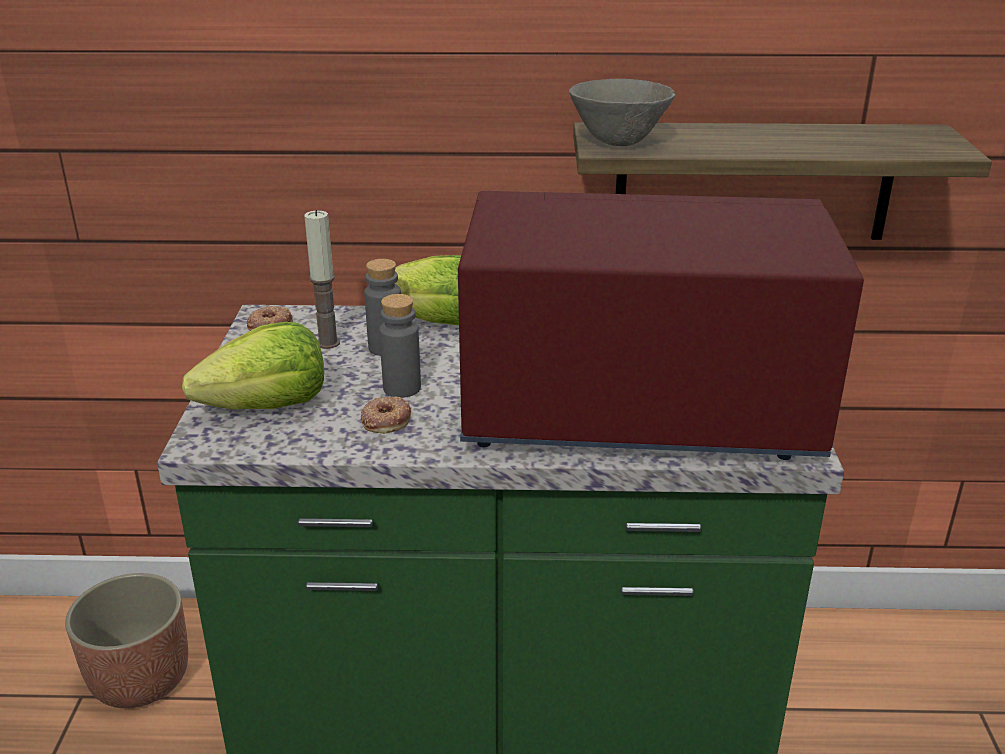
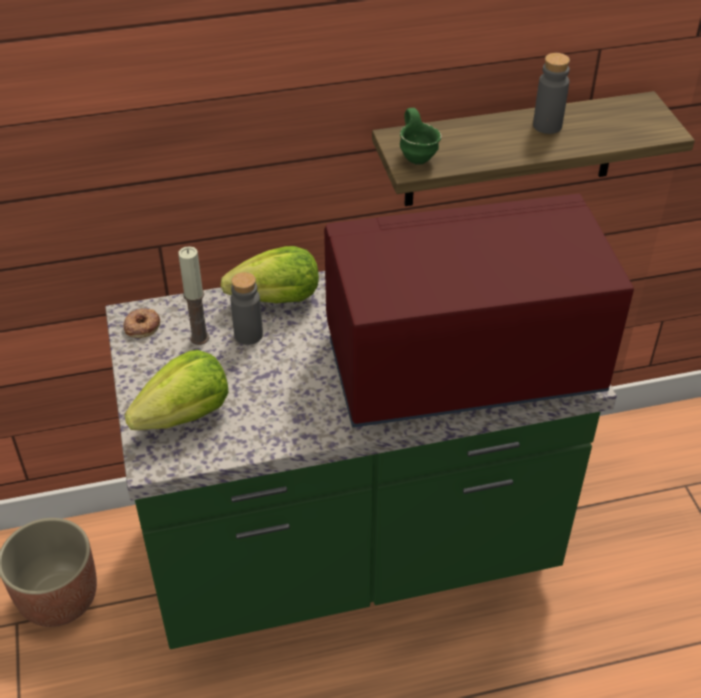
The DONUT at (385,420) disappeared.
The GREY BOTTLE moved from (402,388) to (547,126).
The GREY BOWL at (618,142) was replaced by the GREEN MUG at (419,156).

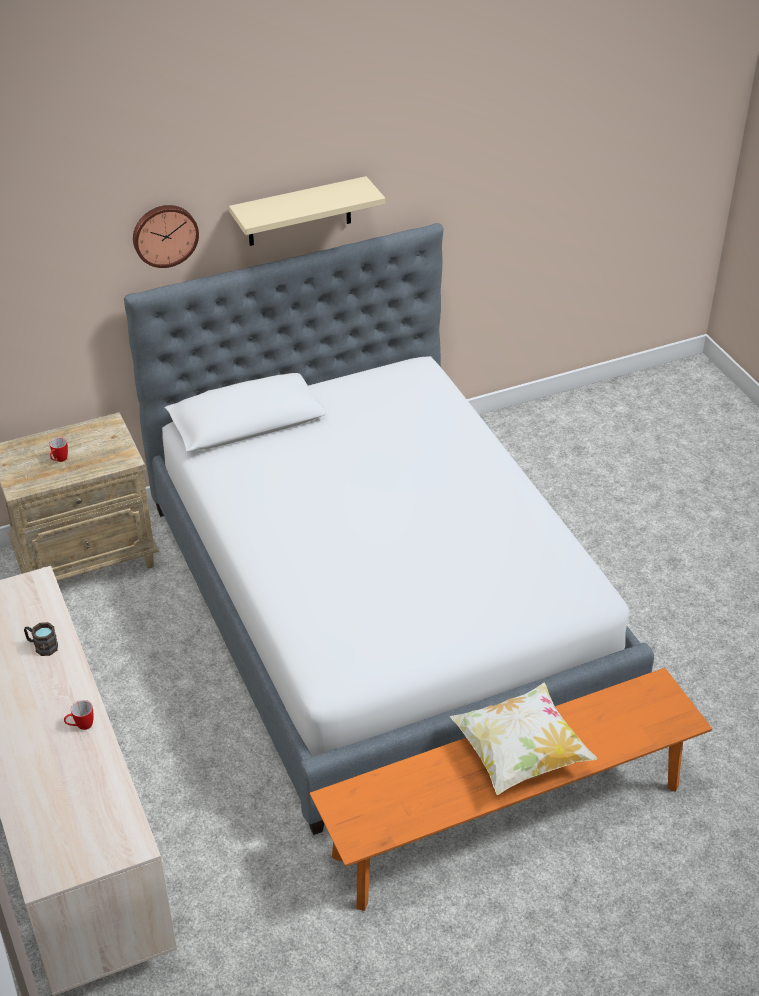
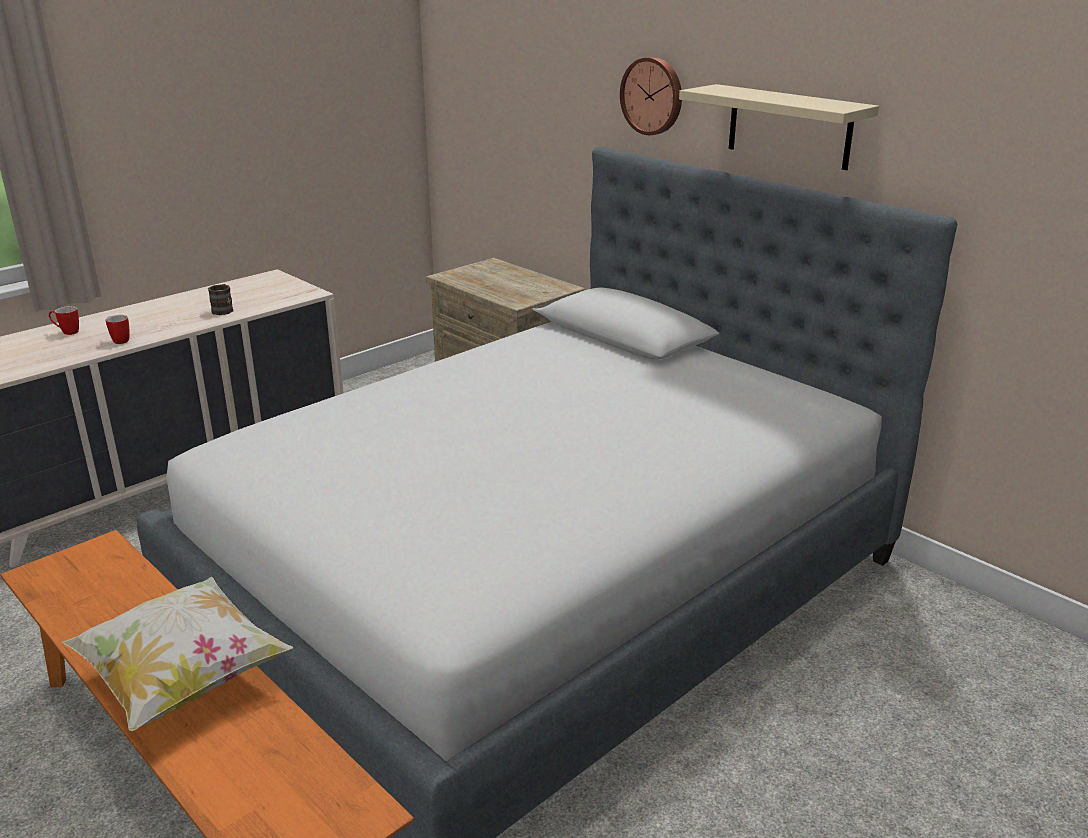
The MUG moved from (59,460) to (67,332).

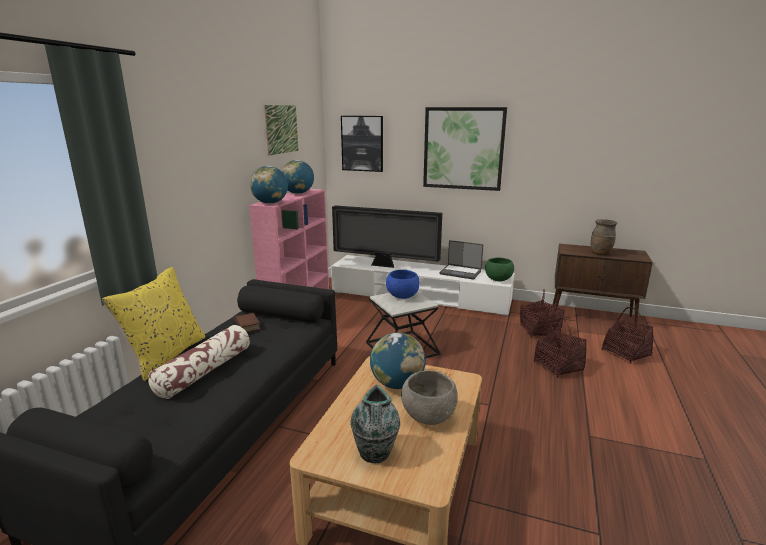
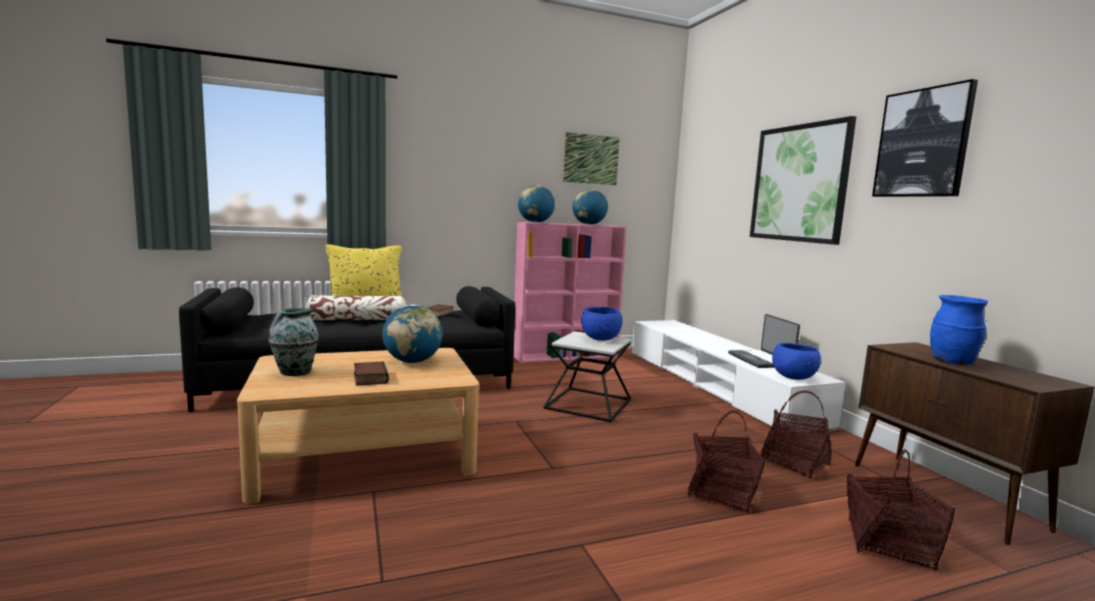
The TELEVISION at (385,265) disappeared.
The PICTURE moved from (362,143) to (923,143).
The GREY BOWL at (428,417) was replaced by the BOOK at (369,378).
The GREEN BOWL at (498,279) became the BLUE BOWL at (794,378).
The BROWN VASE at (600,254) became the BLUE VASE at (952,362).

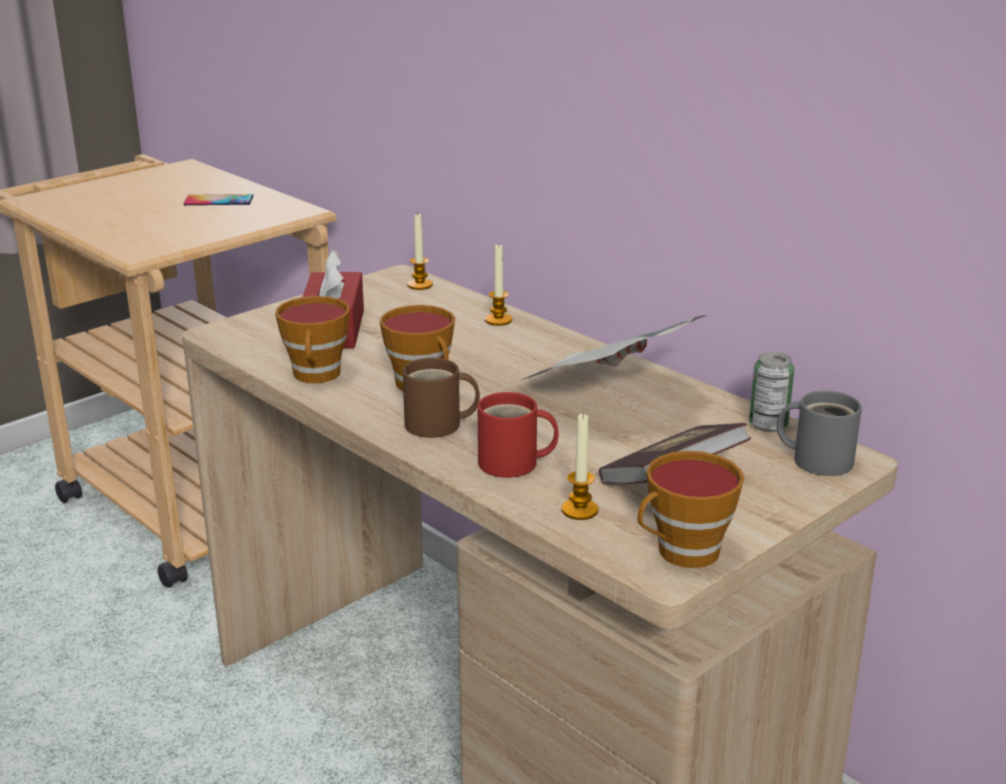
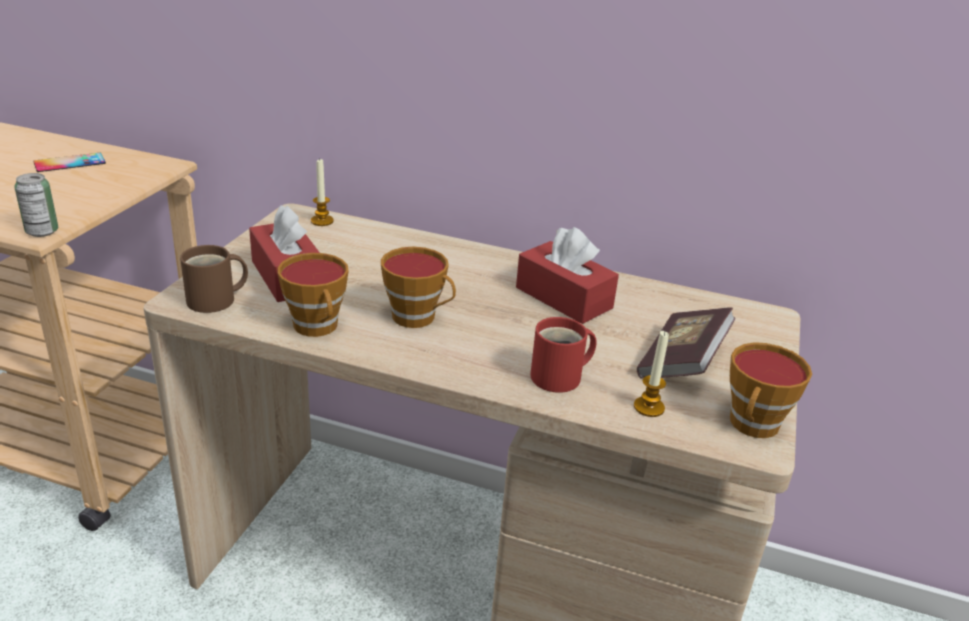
The BROWN MUG moved from (438,425) to (216,300).
The CANDLE at (498,320) disappeared.
The NEWSPAPER at (604,395) was replaced by the RED TISSUE BOX at (563,298).
The CAN moved from (768,425) to (42,231).
The GREY MUG at (817,459) disappeared.

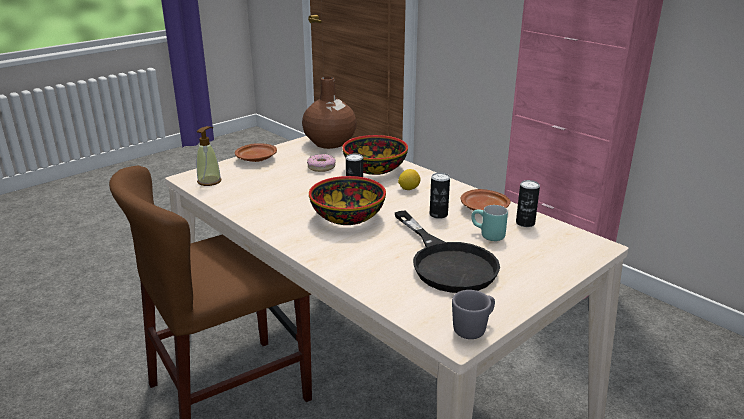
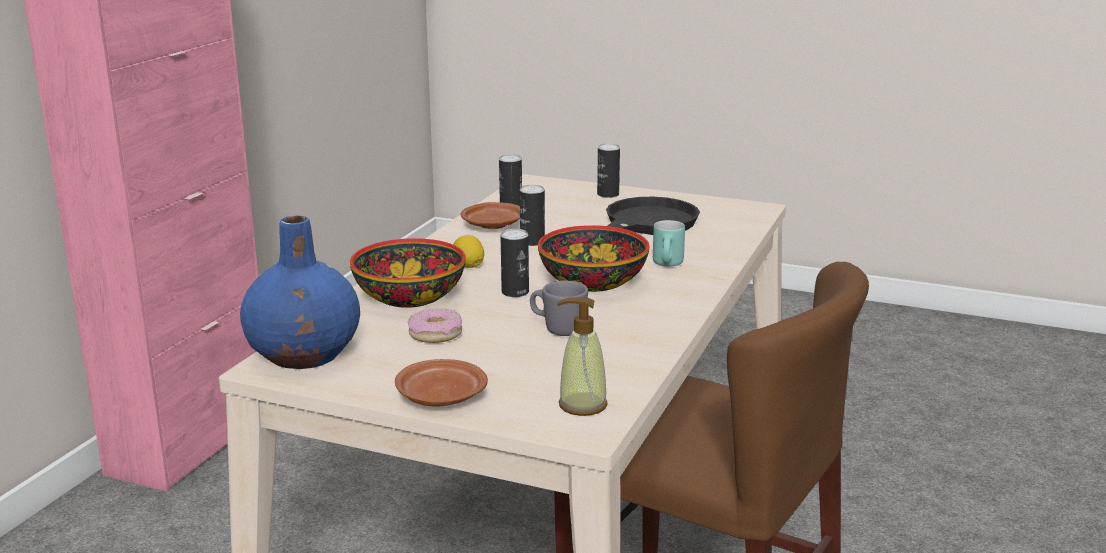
The BROWN VASE at (329,143) became the BLUE VASE at (305,354).
The GREY MUG moved from (473,329) to (557,329).
The TURQUOISE MUG moved from (487,236) to (669,265).
The CAN at (608,194) appeared.

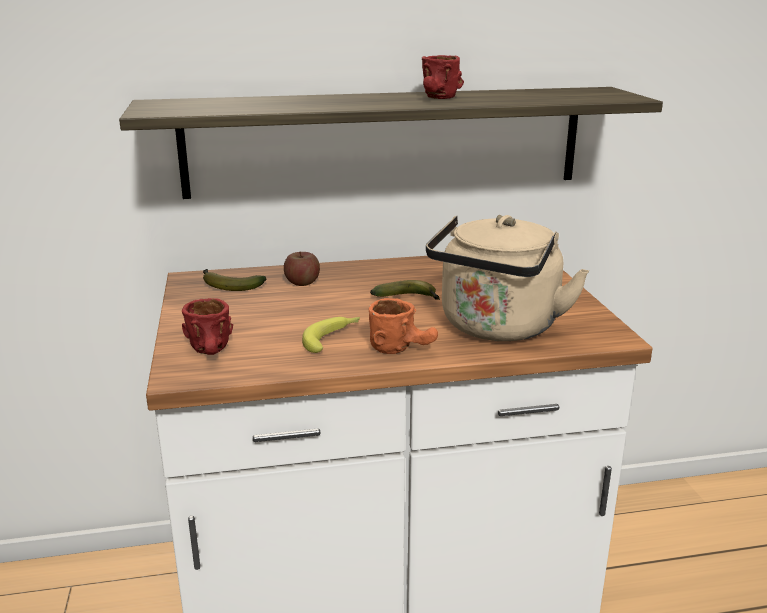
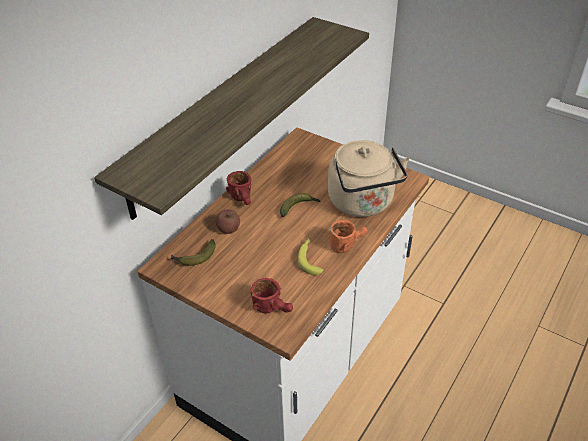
The RED MUG moved from (438,98) to (244,199).

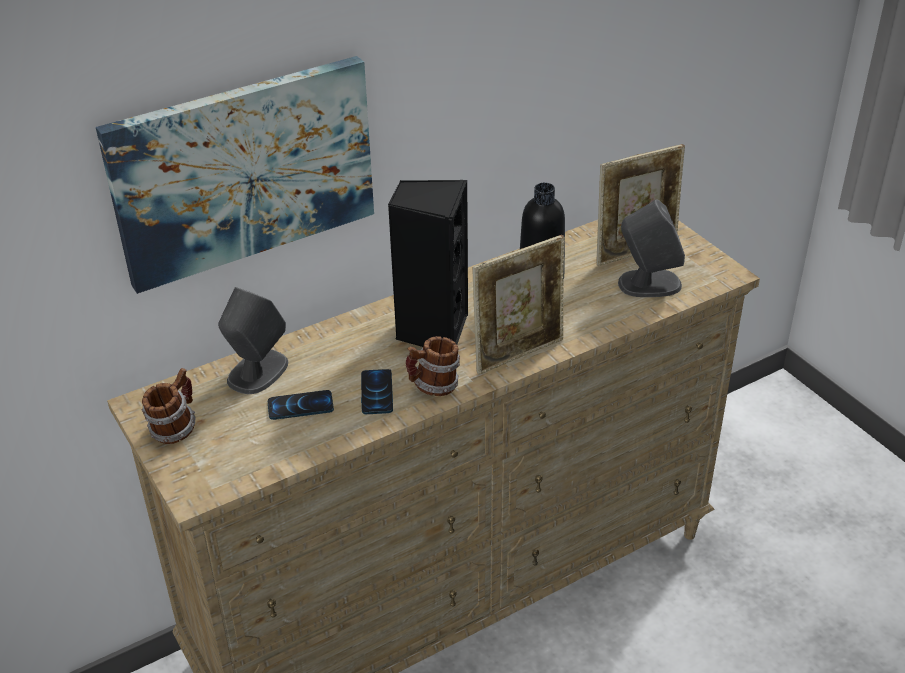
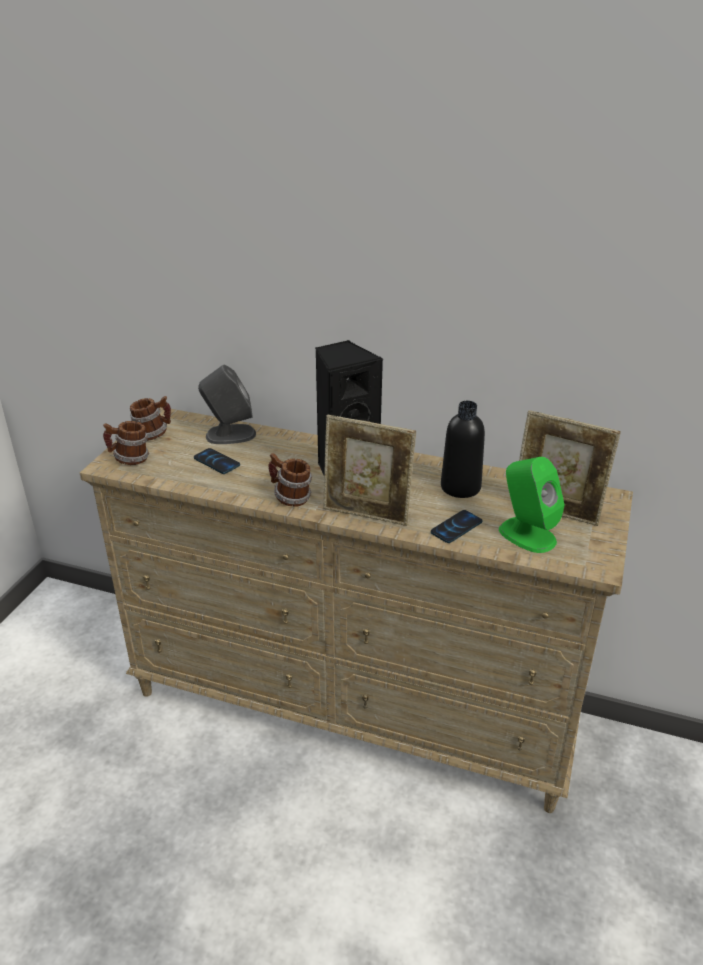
The PICTURE at (243,171) disappeared.
The PHONE moved from (376,393) to (456,527).
The GREY SPEAKER at (648,284) became the GREEN SPEAKER at (526,535).
The MUG at (130,460) appeared.

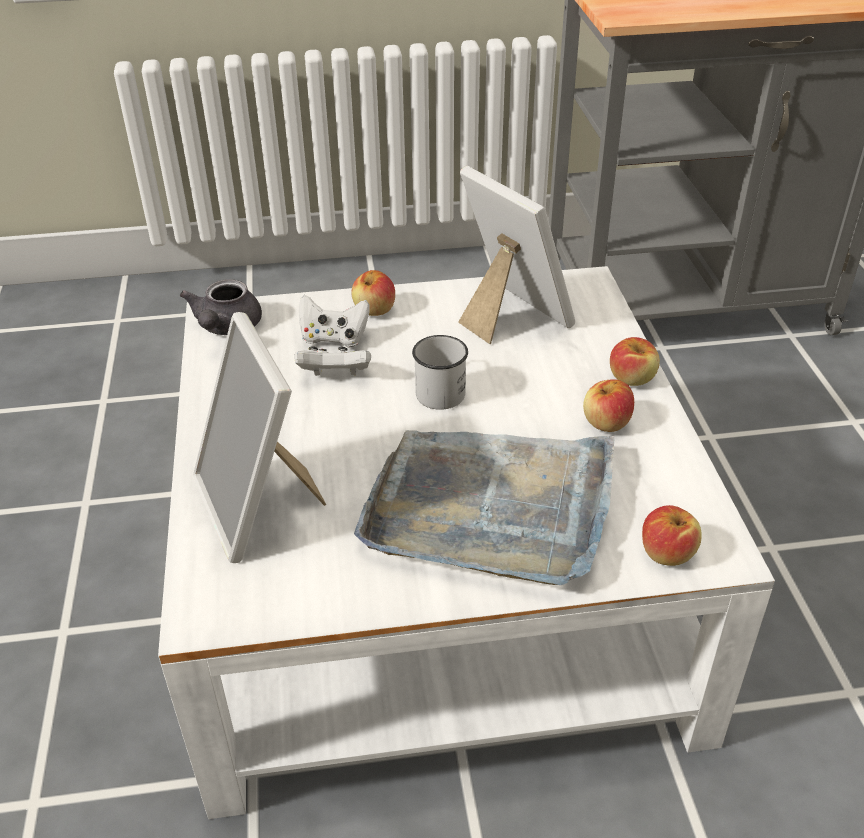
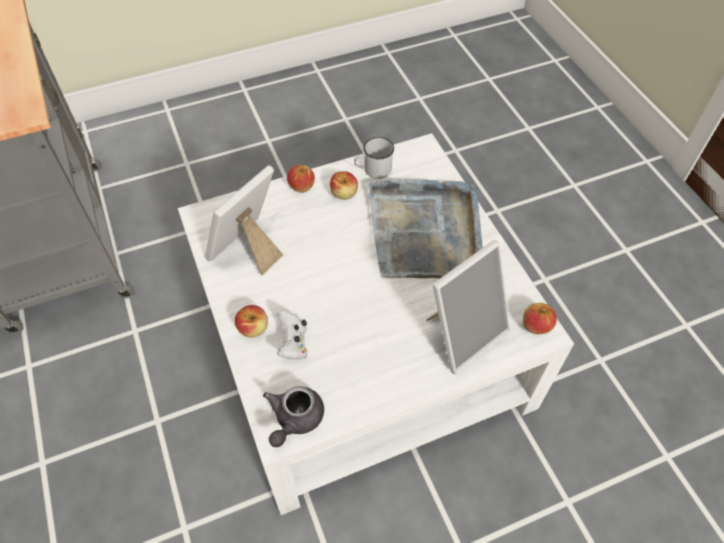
The GREY TEAPOT at (226,328) turned 120 degrees clockwise.
The WHITE GAME CONTROLLER at (335,376) disappeared.
The WHITE MUG moved from (439,389) to (373,170).
The APPLE moved from (667,552) to (536,325).

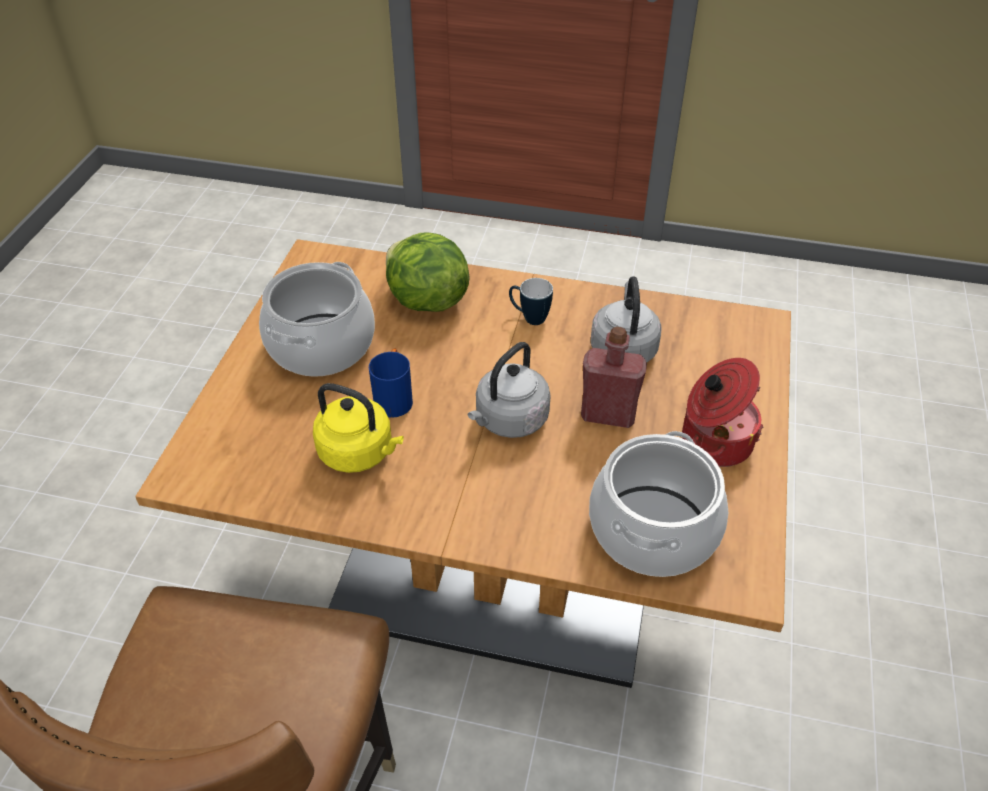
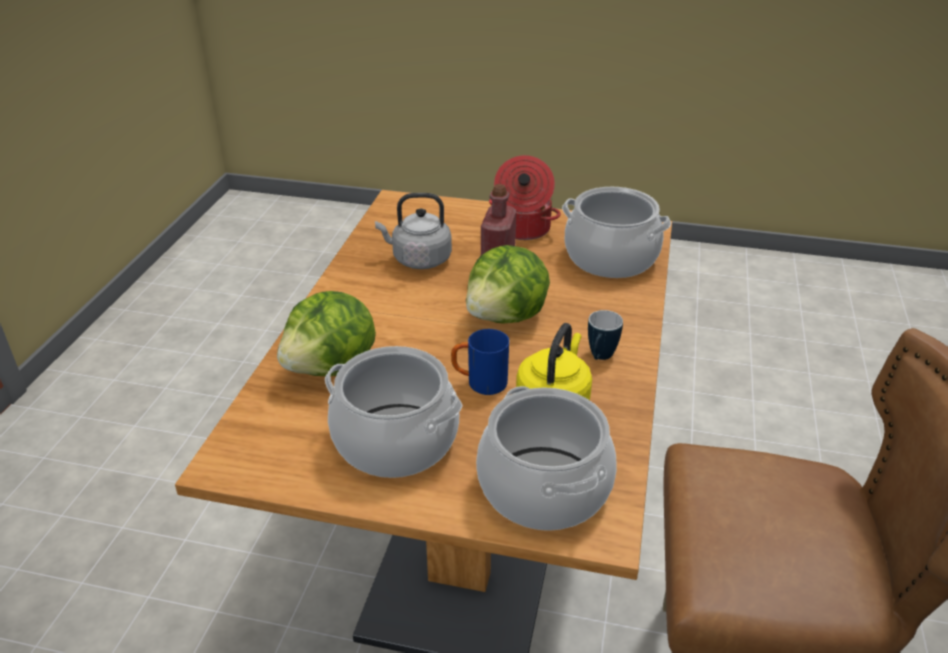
The GREY KETTLE at (509,421) was replaced by the LETTUCE at (507,317).
The MUG moved from (529,318) to (600,358).
The COOKING POT at (543,488) appeared.

